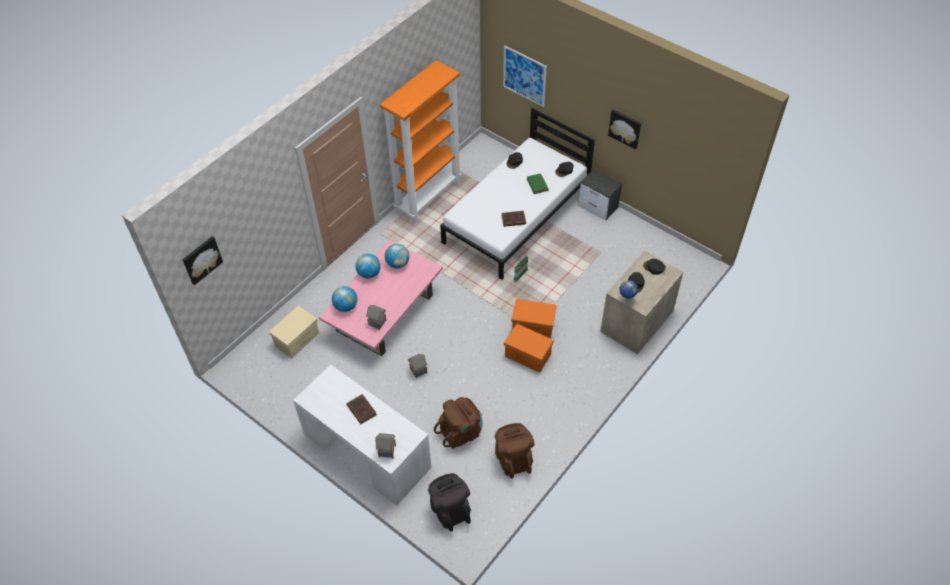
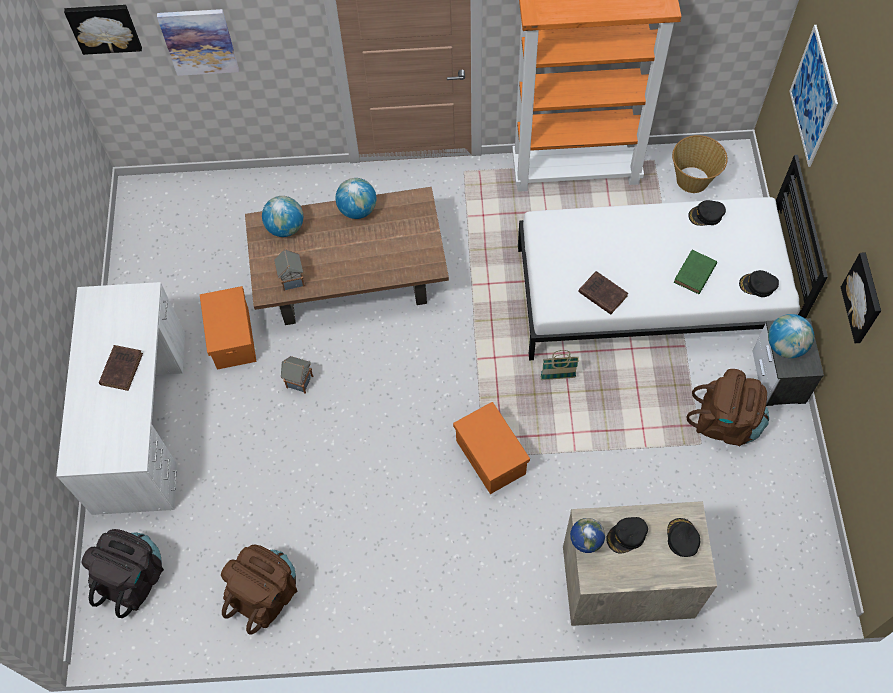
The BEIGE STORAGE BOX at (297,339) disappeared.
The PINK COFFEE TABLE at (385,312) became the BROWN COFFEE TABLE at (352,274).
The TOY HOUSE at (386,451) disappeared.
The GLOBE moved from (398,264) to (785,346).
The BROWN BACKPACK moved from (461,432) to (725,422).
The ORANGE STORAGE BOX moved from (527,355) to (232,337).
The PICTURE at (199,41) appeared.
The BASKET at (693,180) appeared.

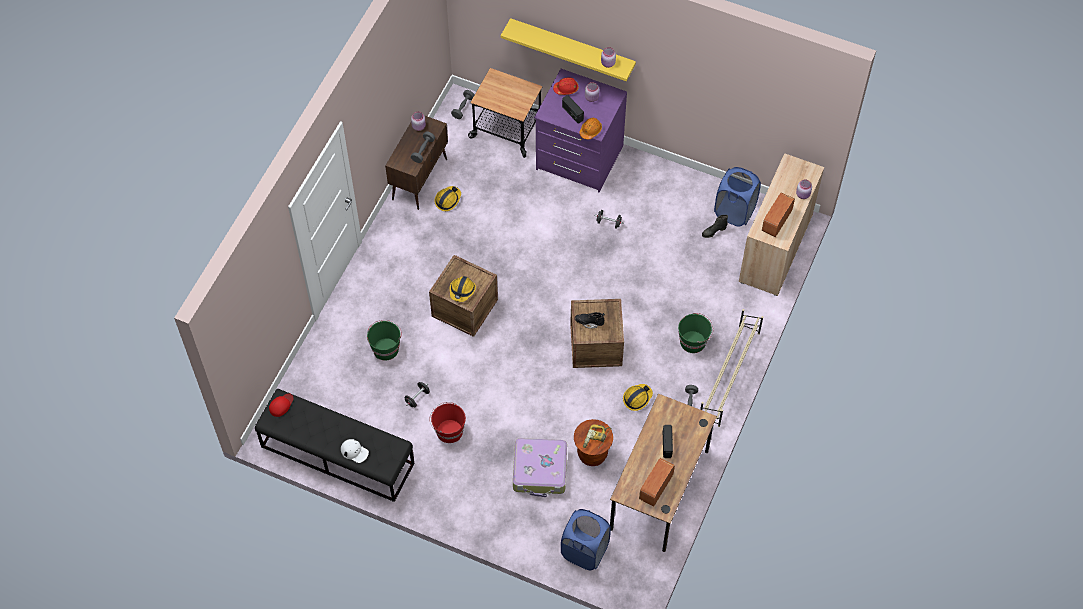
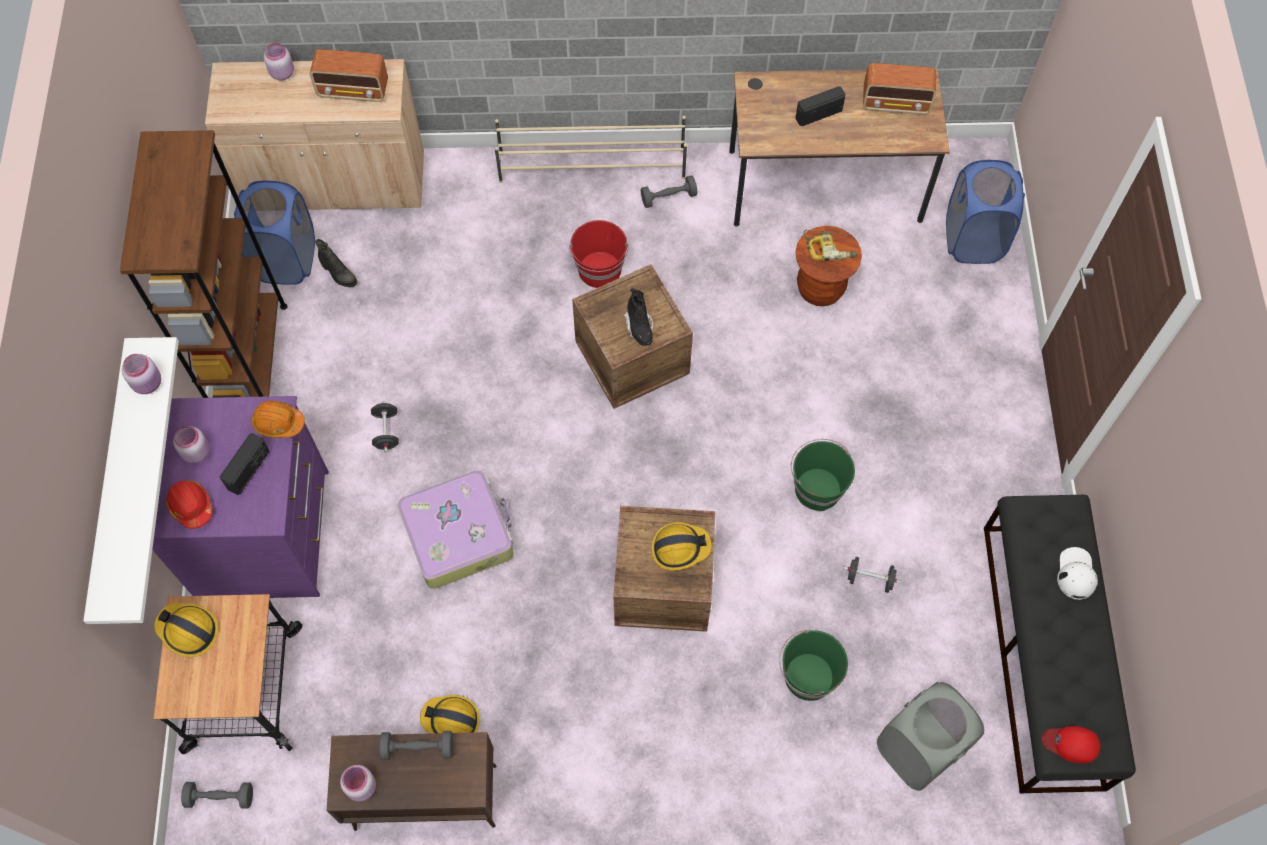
The RED BUCKET moved from (449,431) to (600,270).
The YELLOW SHELF at (572,46) became the WHITE SHELF at (113,483).
The SUITCASE moved from (540,471) to (459,534).
The HARD HAT moved from (637,398) to (188,631).
The GREEN BUCKET moved from (693,341) to (817,488).
The BROWN BOOKCASE at (252,362) appeared.
The GREY LAUNDRY BASKET at (919,749) appeared.

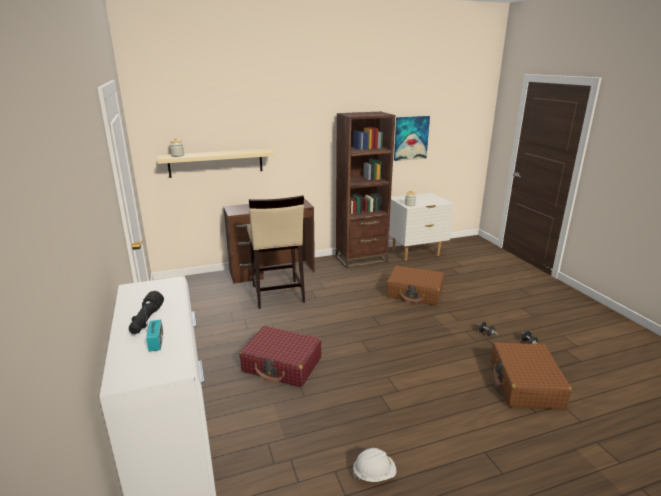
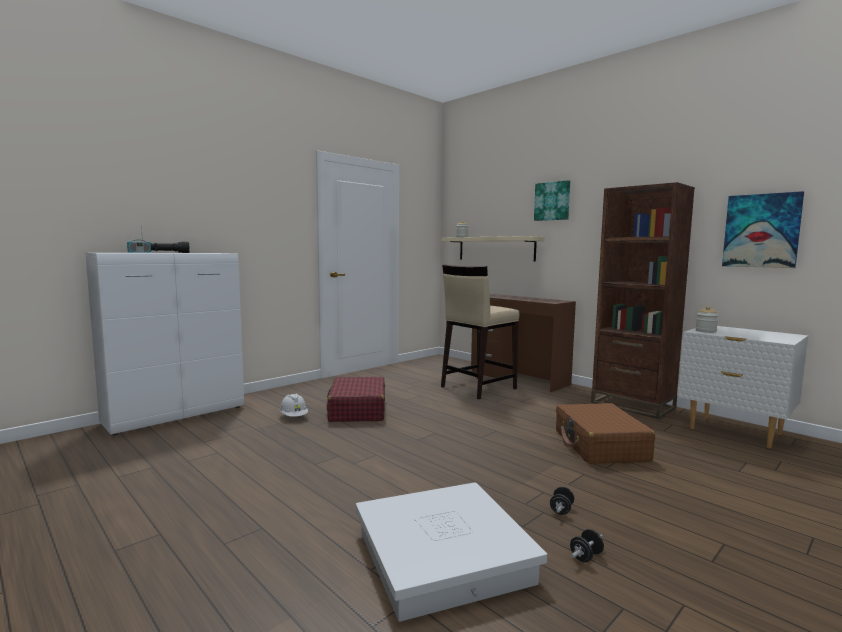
The WHITE HARD HAT moved from (374,474) to (294,417).
The BROWN SUITCASE at (525,384) was replaced by the WHITE STORAGE BOX at (441,556).
The PICTURE at (552,201) appeared.

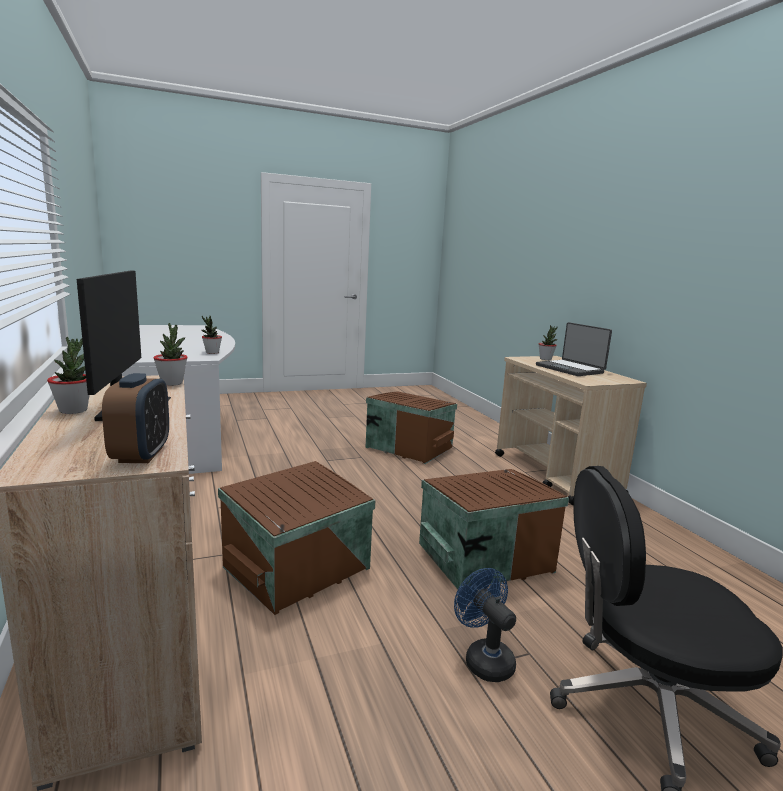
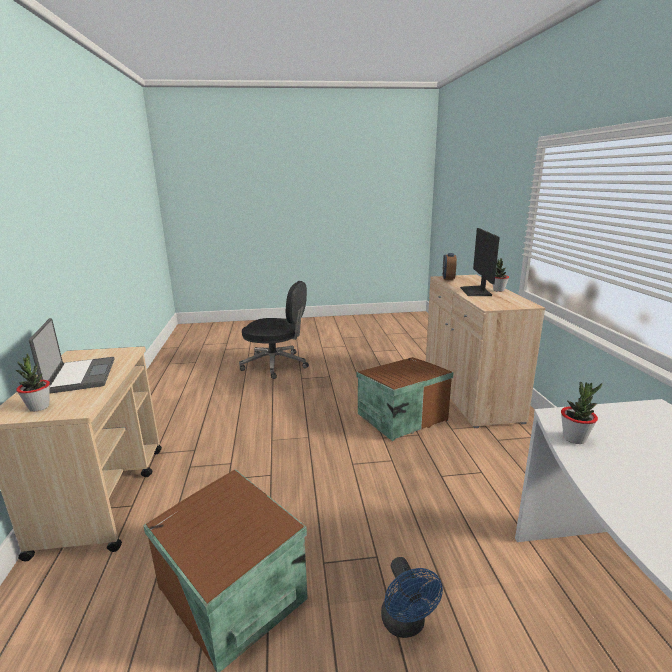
The POTTED PLANT at (172,383) disappeared.
The BROWN STORAGE BOX at (482,556) disappeared.
The BLUE FAN moved from (484,659) to (406,625).

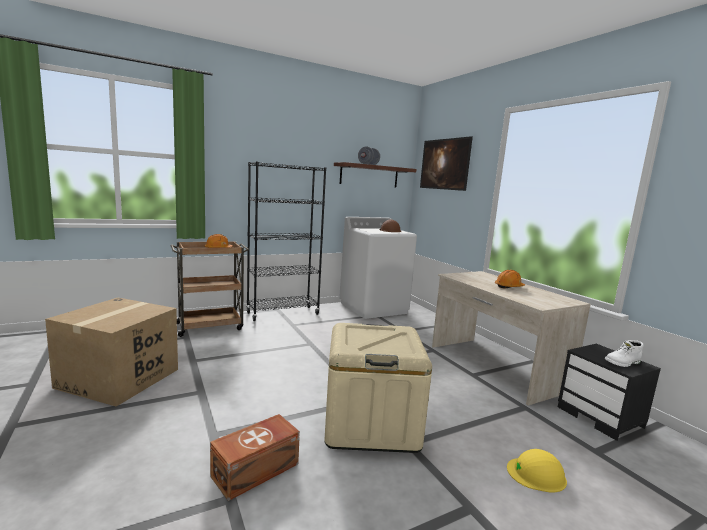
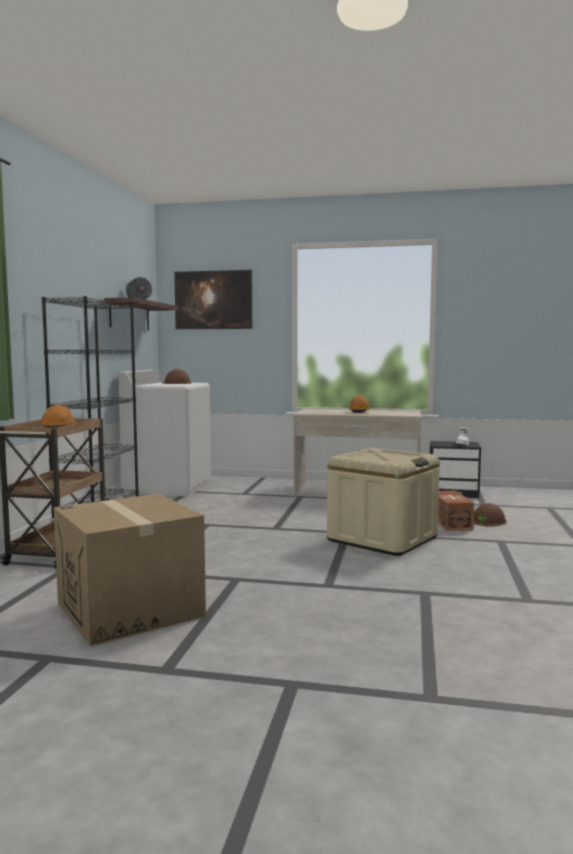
The BROWN STORAGE BOX moved from (257,470) to (451,522).
The YELLOW HARD HAT at (536,474) became the BROWN HARD HAT at (488,521).

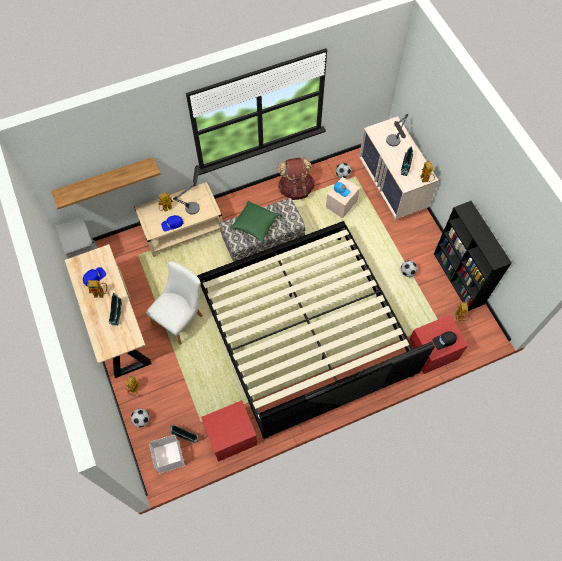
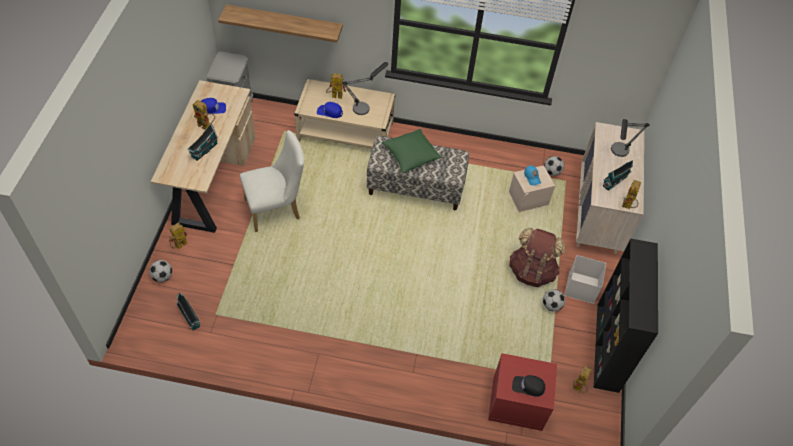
The WHITE STORAGE BOX moved from (169,457) to (582,288).
The BED at (305,331) disappeared.
The RED NIGHTSTAND at (231,437) disappeared.
The BROWN BACKPACK moved from (295,189) to (532,271).

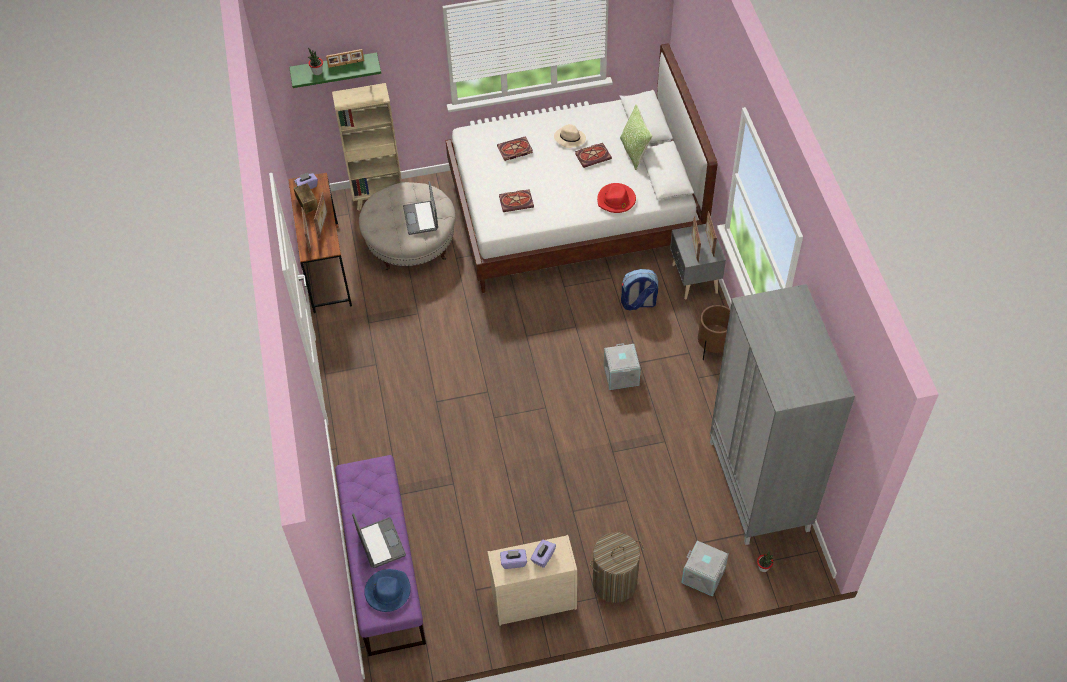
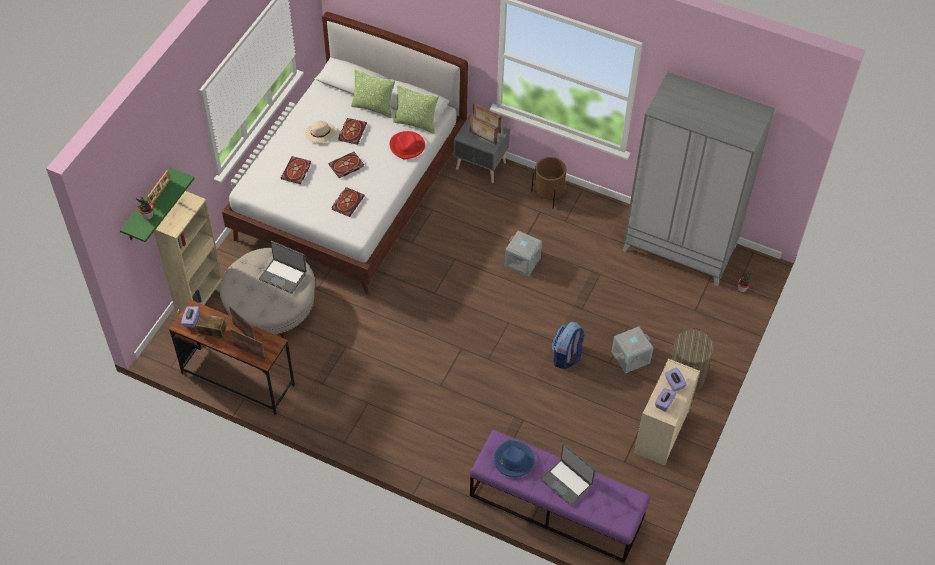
The LAPTOP at (380,543) turned 150 degrees counterclockwise.
The BLUE HAT moved from (387,591) to (513,460).
The BACKPACK moved from (638,303) to (566,356).
The GREY STORAGE BOX moved from (704,575) to (630,356).
The BOOK at (346,166) appeared.
The PILLOW at (416,123) appeared.

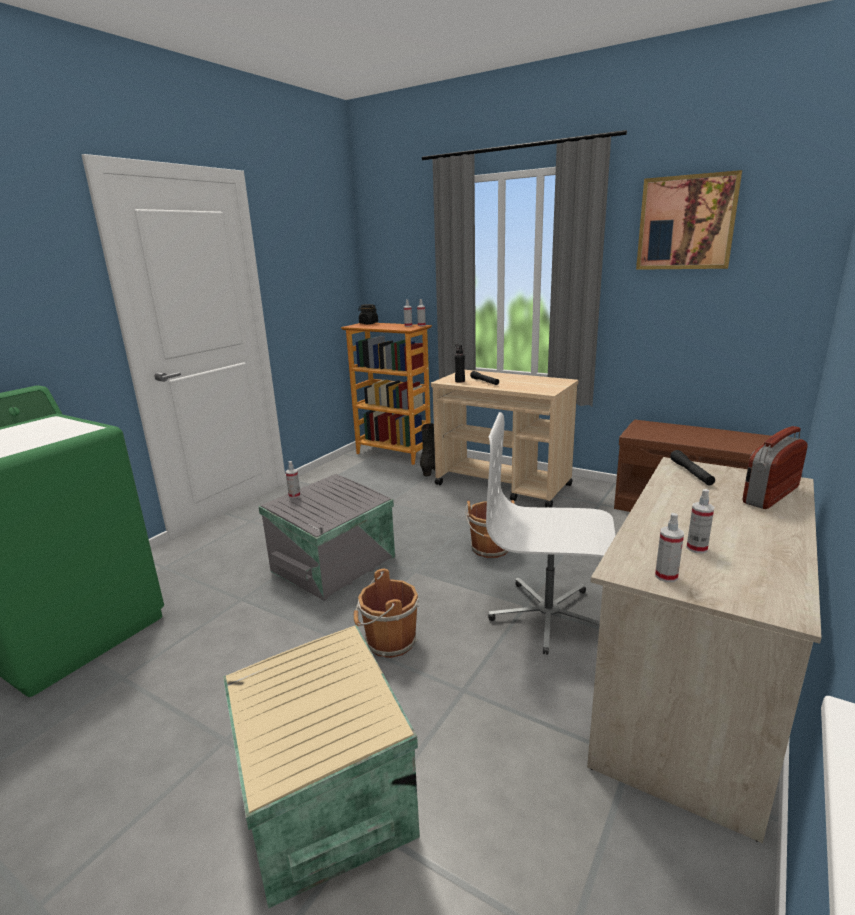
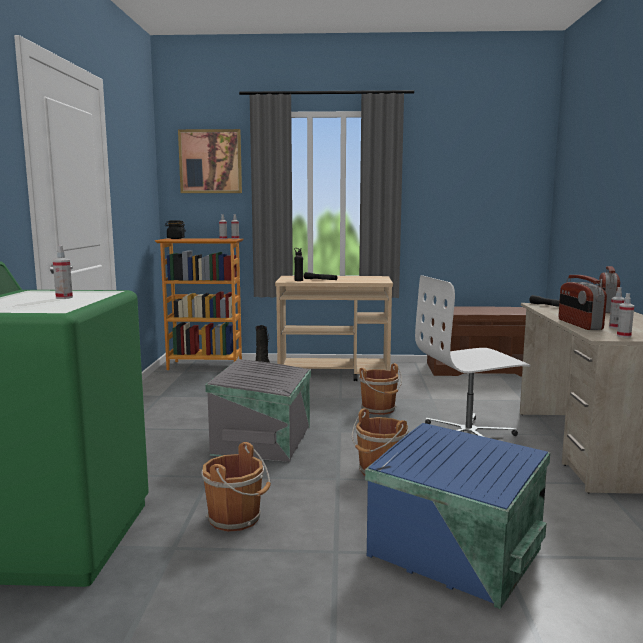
The BEIGE STORAGE BOX at (321,798) became the BLUE STORAGE BOX at (455,554).
The SPRAY BOTTLE moved from (294,495) to (64,297).
The PICTURE moved from (686,223) to (210,161).
The BROWN BUCKET at (237,518) appeared.
The RADIO at (579,324) appeared.

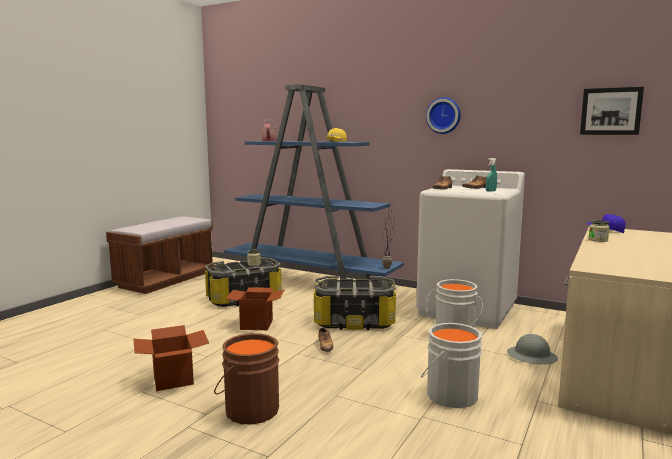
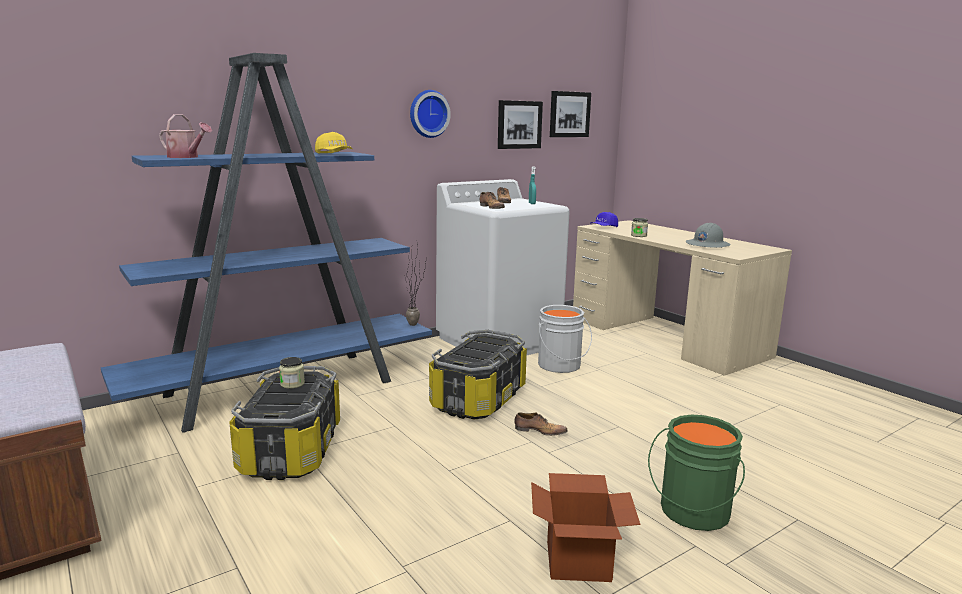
The BROWN BUCKET at (250,409) became the GREEN BUCKET at (692,512).
The CARDBOARD BOX at (256,324) disappeared.
The GREY BUCKET at (449,394) disappeared.
The GREY HARD HAT moved from (531,356) to (707,245).
The PICTURE at (519,124) appeared.

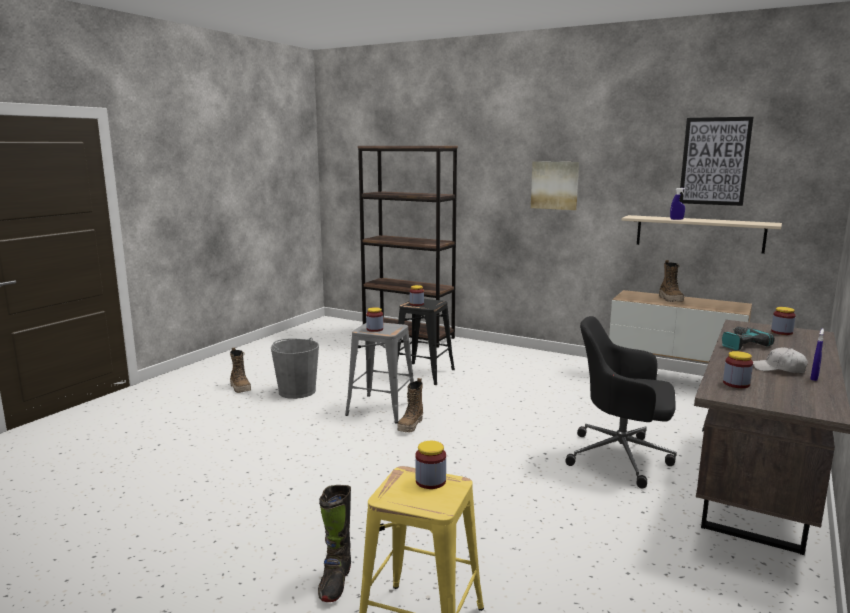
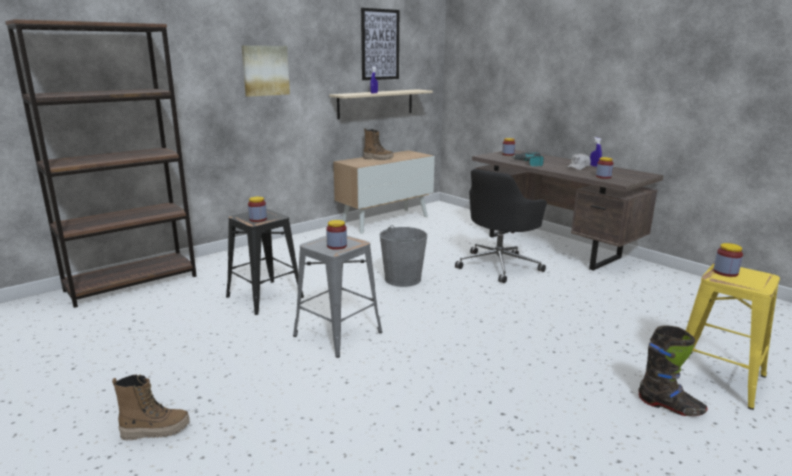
The GREY BUCKET moved from (297,391) to (402,279).
The BOOT at (411,426) disappeared.

